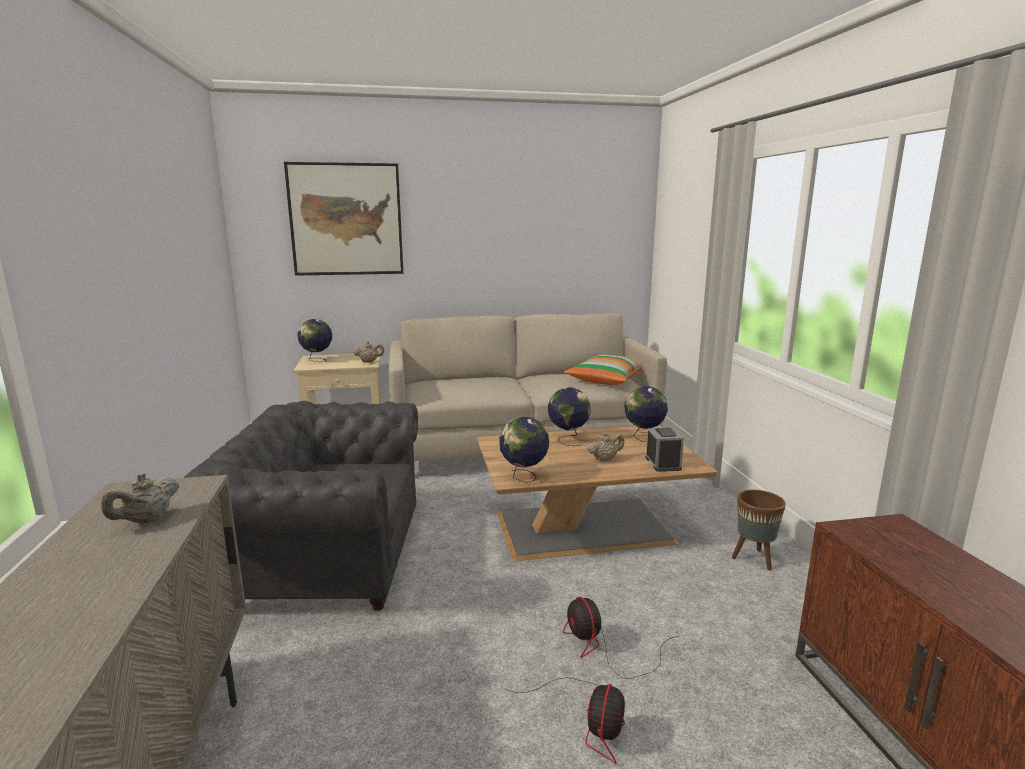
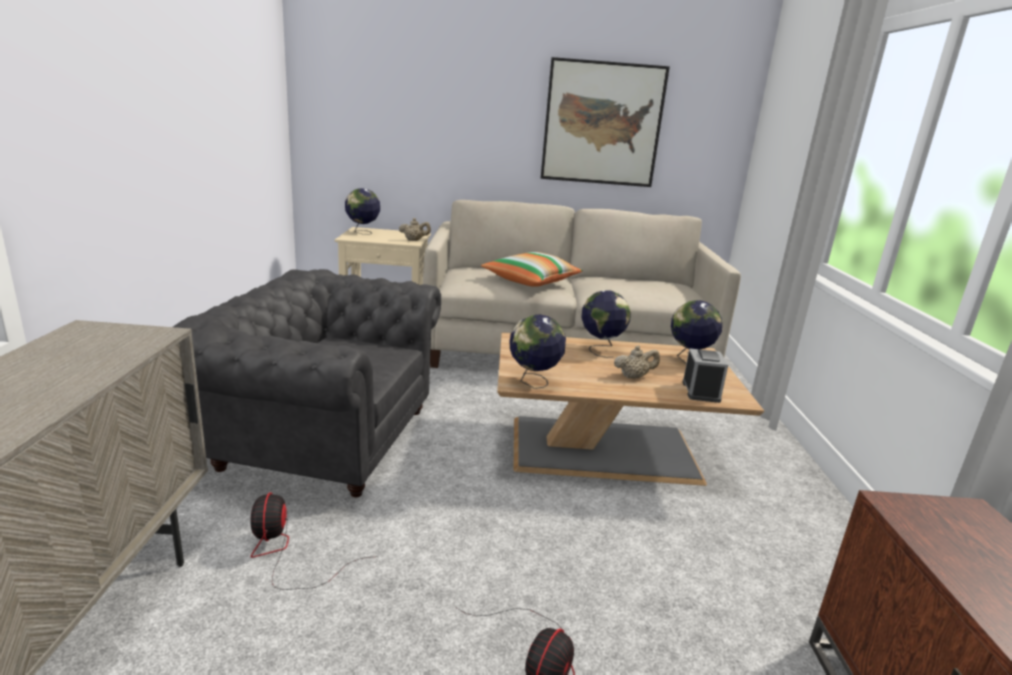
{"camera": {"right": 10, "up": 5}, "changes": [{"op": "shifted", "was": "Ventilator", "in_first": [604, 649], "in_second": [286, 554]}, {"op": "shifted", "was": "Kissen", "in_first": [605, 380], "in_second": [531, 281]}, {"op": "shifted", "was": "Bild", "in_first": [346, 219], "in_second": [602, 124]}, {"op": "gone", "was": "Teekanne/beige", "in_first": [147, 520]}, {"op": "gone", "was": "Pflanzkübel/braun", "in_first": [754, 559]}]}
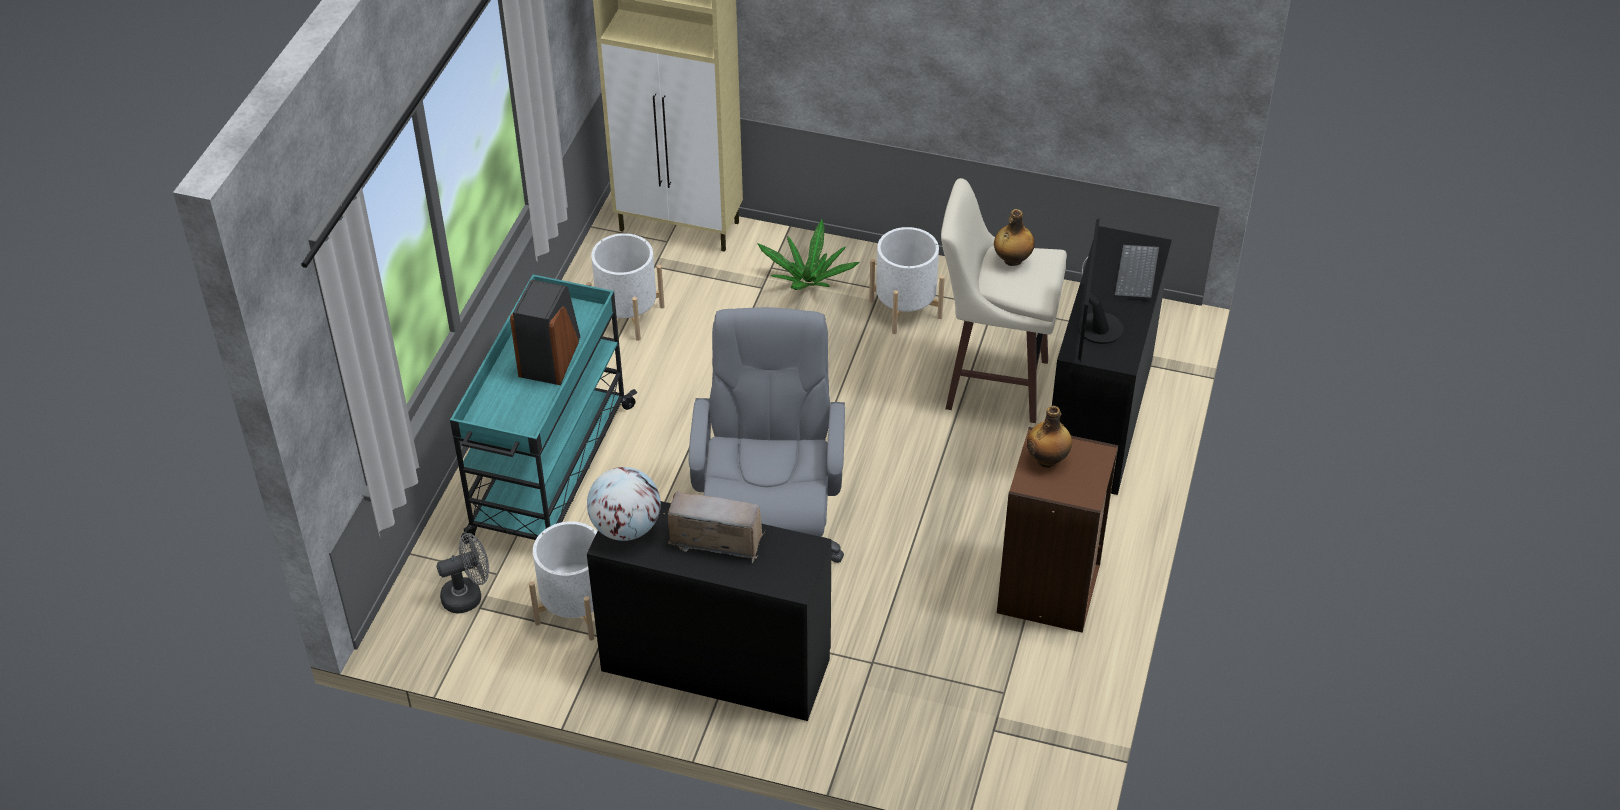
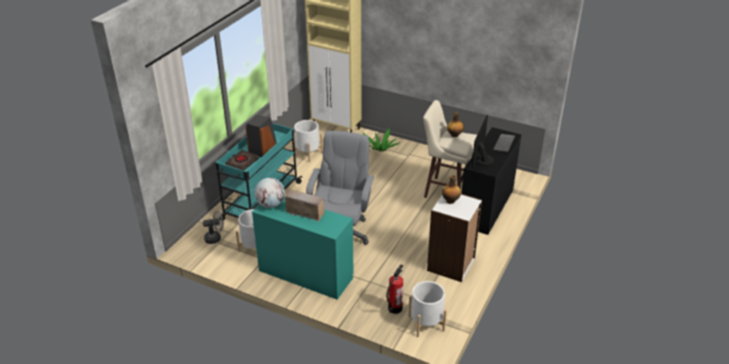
{"camera": {"right": 10, "up": -10}, "changes": [{"op": "new", "now": "Buch/schwarz", "in_second": [242, 162]}, {"op": "repainted", "was": "Schreibtisch/schwarz", "now": "Schreibtisch/türkis", "in_first": [715, 664], "in_second": [305, 274]}, {"op": "new", "now": "Feuerlöscher", "in_second": [395, 308]}, {"op": "shifted", "was": "Pflanzkübel/weiß", "in_first": [905, 309], "in_second": [426, 323]}, {"op": "repainted", "was": "Bücherregal/braun", "now": "Bücherregal/weiß", "in_first": [1050, 589], "in_second": [451, 265]}]}
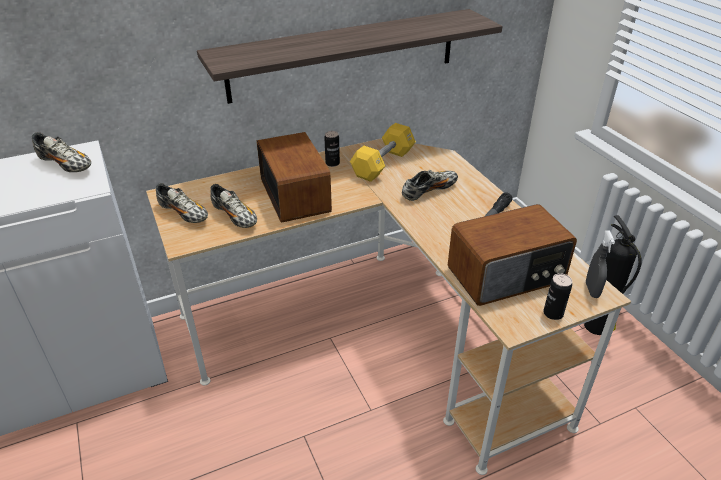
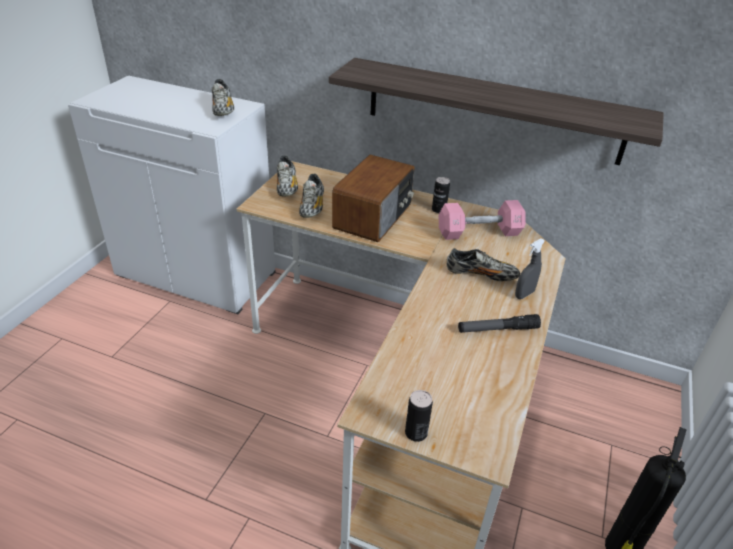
{"camera": {"right": 45, "up": 0}, "changes": [{"op": "repainted", "was": "Hantel/gelb", "now": "Hantel/rosa", "in_first": [383, 163], "in_second": [479, 232]}, {"op": "shifted", "was": "Sprühflasche/grau", "in_first": [592, 290], "in_second": [524, 294]}, {"op": "gone", "was": "Radio", "in_first": [507, 276]}]}
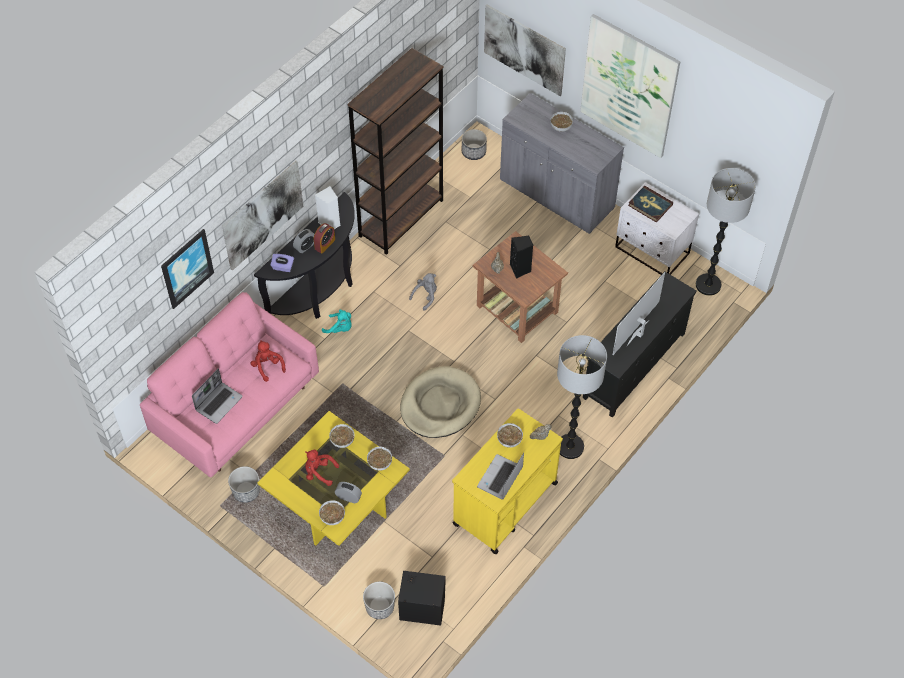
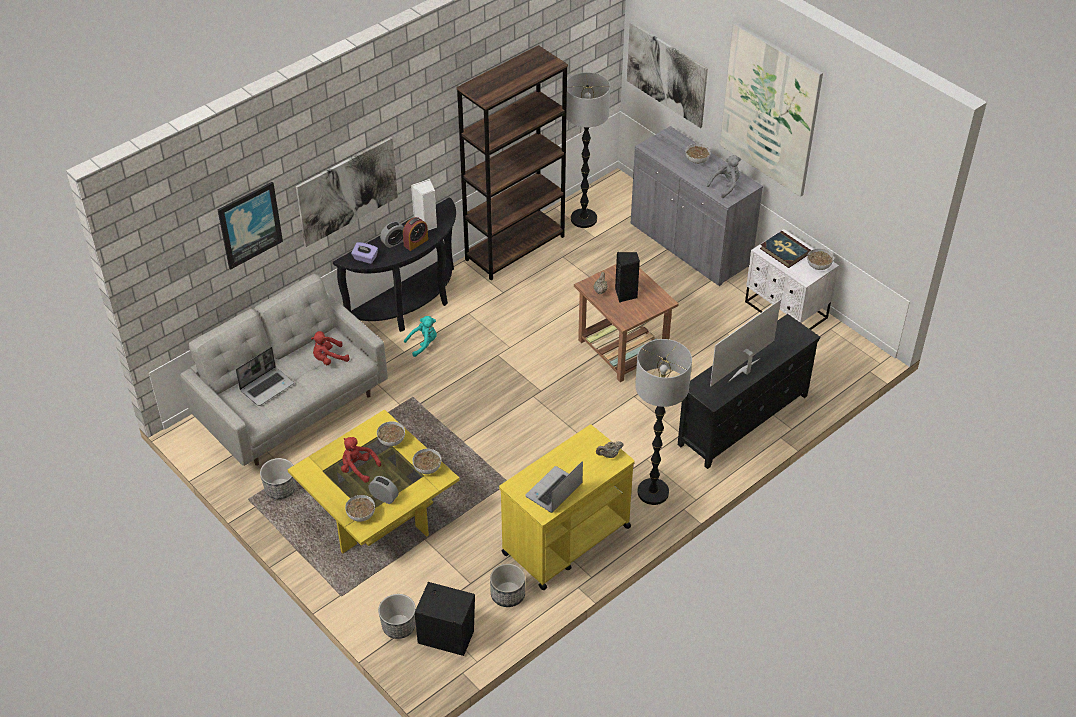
{"camera": {"right": 10, "up": -10}, "changes": [{"op": "repainted", "was": "Sofa/rosa", "now": "Sofa/grau", "in_first": [237, 408], "in_second": [292, 407]}, {"op": "rotated", "was": "Plüschtier/rot", "in_first": [267, 366], "in_second": [329, 359], "clockwise": -90}, {"op": "rotated", "was": "Plüschtier/türkis", "in_first": [340, 328], "in_second": [423, 344], "clockwise": -60}, {"op": "shifted", "was": "Pflanzkübel", "in_first": [474, 152], "in_second": [508, 594]}, {"op": "shifted", "was": "Stehlampe", "in_first": [708, 285], "in_second": [584, 219]}, {"op": "shifted", "was": "Plüschtier/grau", "in_first": [425, 296], "in_second": [725, 186]}, {"op": "shifted", "was": "Schüssel", "in_first": [509, 440], "in_second": [819, 265]}, {"op": "gone", "was": "Hundebett/beige", "in_first": [440, 404]}]}
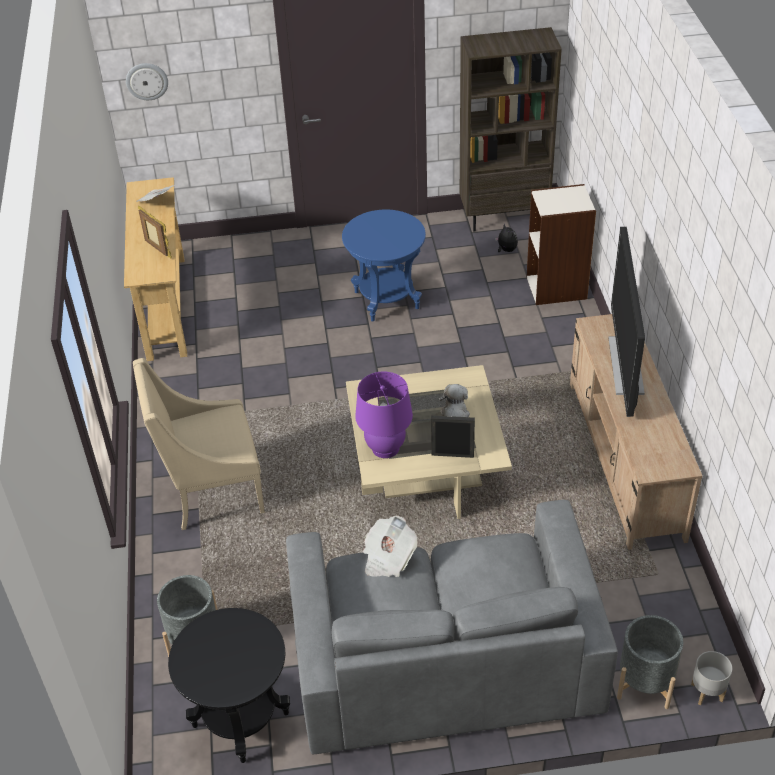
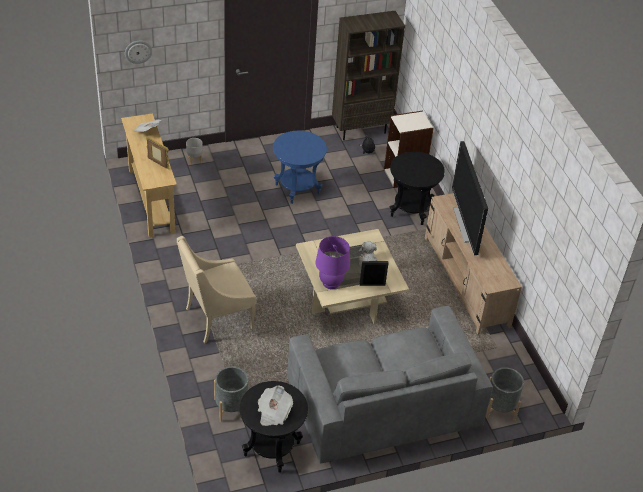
{"camera": {"right": -15, "up": 0}, "changes": [{"op": "shifted", "was": "Pflanzkübel/grau", "in_first": [707, 692], "in_second": [194, 160]}, {"op": "shifted", "was": "Zeitung", "in_first": [388, 558], "in_second": [273, 413]}, {"op": "new", "now": "Beistelltisch/schwarz", "in_second": [411, 210]}]}
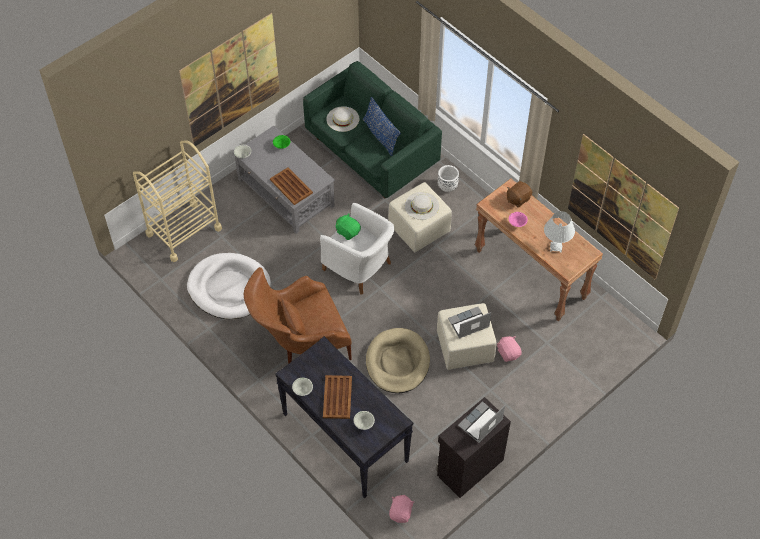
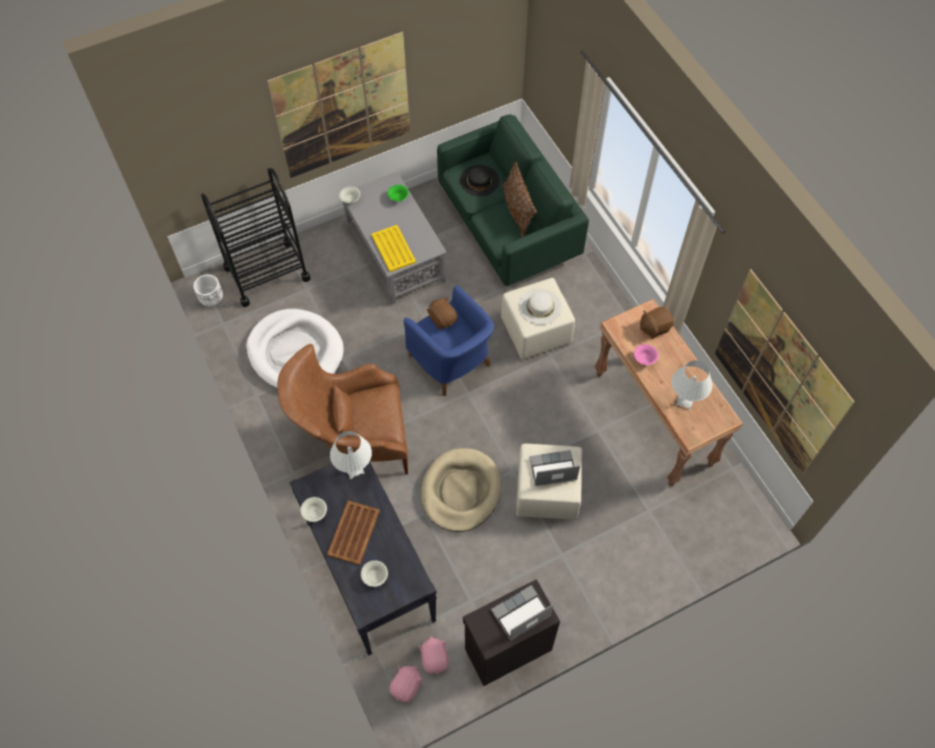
{"camera": {"right": 15, "up": 5}, "changes": [{"op": "shifted", "was": "Pflanzkübel/weiß", "in_first": [447, 186], "in_second": [212, 299]}, {"op": "repainted", "was": "Rollwagen/beige", "now": "Rollwagen/schwarz", "in_first": [184, 231], "in_second": [267, 273]}, {"op": "new", "now": "Tischlampe/weiß", "in_second": [354, 469]}, {"op": "repainted", "was": "Tablett/braun", "now": "Tablett/gelb", "in_first": [291, 186], "in_second": [393, 249]}, {"op": "repainted", "was": "Sessel/weiß", "now": "Sessel/blau", "in_first": [359, 268], "in_second": [451, 362]}, {"op": "shifted", "was": "Plüschtier/rosa", "in_first": [508, 353], "in_second": [435, 658]}, {"op": "repainted", "was": "Plüschtier/grün", "now": "Plüschtier/braun", "in_first": [348, 231], "in_second": [442, 319]}, {"op": "repainted", "was": "Hut/weiß", "now": "Hut/schwarz", "in_first": [342, 119], "in_second": [479, 180]}, {"op": "repainted", "was": "Kissen/blau", "now": "Kissen/braun", "in_first": [380, 136], "in_second": [517, 210]}]}
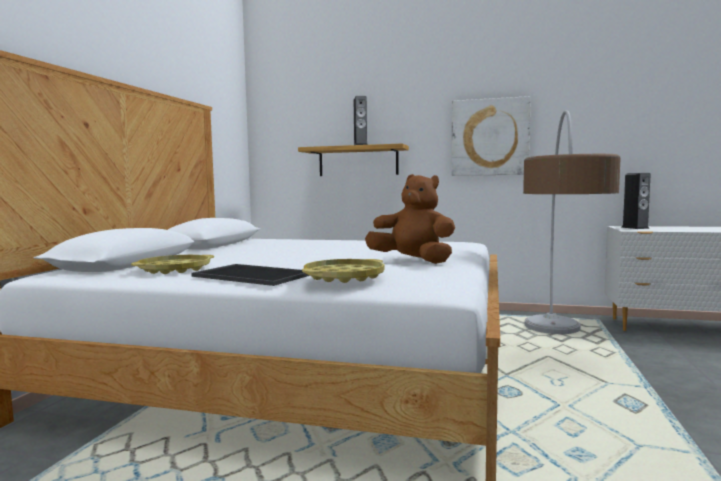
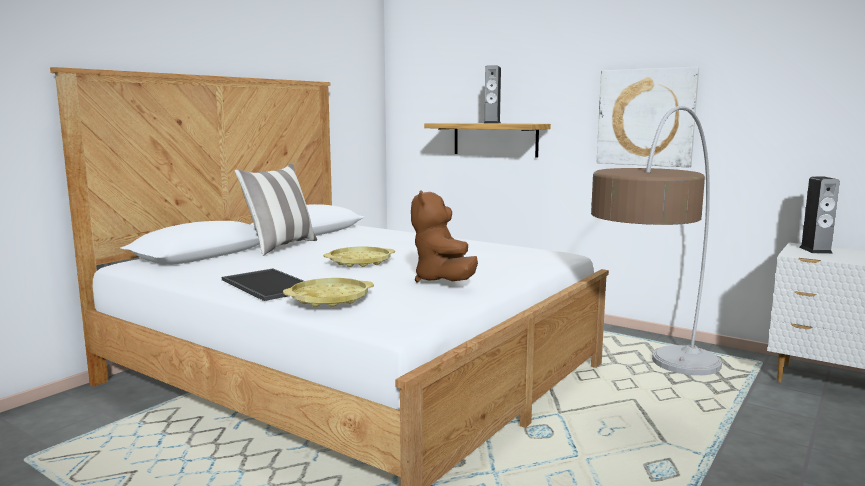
{"camera": {"right": 20, "up": 5}, "changes": [{"op": "new", "now": "Kissen", "in_second": [280, 247]}, {"op": "shifted", "was": "Tablett/gelb", "in_first": [175, 269], "in_second": [360, 262]}, {"op": "rotated", "was": "Plüschtier/braun", "in_first": [413, 261], "in_second": [443, 281], "clockwise": -150}]}
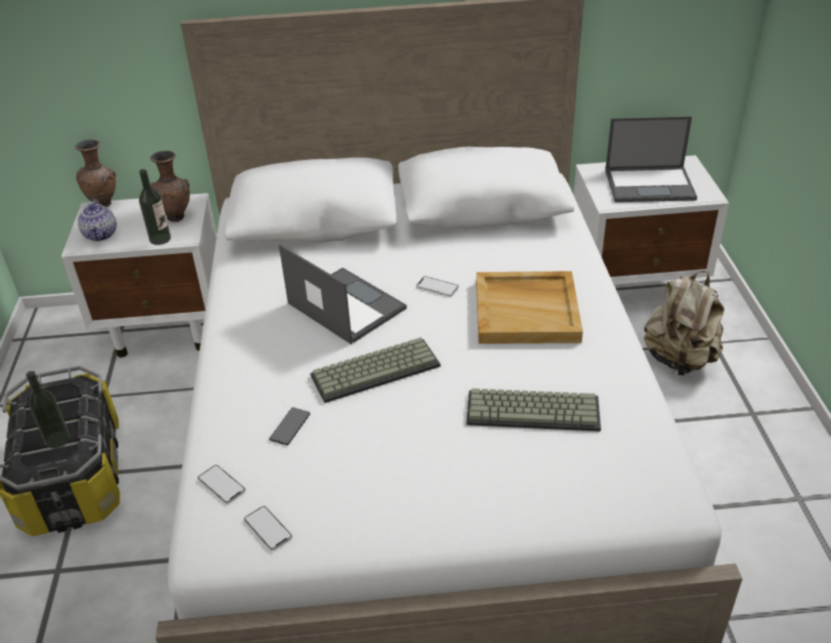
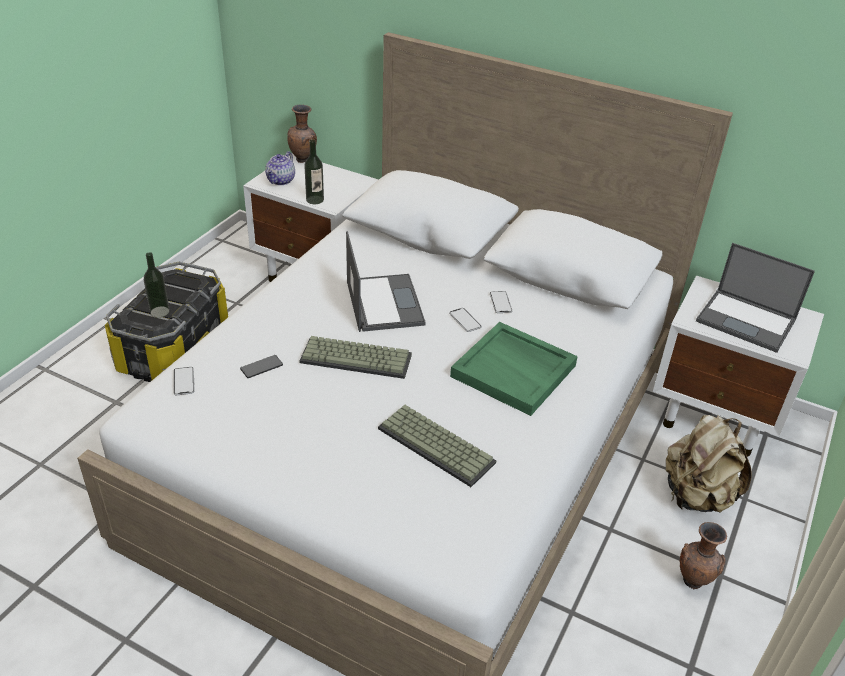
{"camera": {"right": 30, "up": 0}, "changes": [{"op": "repainted", "was": "Tablett/beige", "now": "Tablett/grün", "in_first": [527, 311], "in_second": [514, 371]}, {"op": "shifted", "was": "Handy", "in_first": [268, 528], "in_second": [500, 303]}, {"op": "shifted", "was": "Vase/braun", "in_first": [177, 217], "in_second": [693, 581]}]}
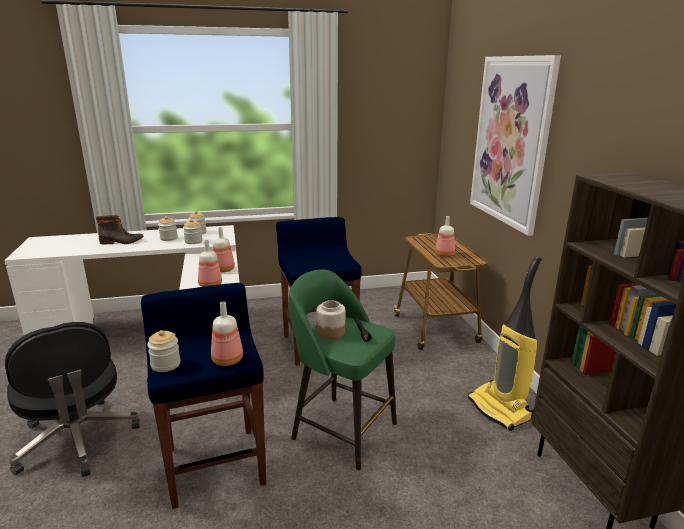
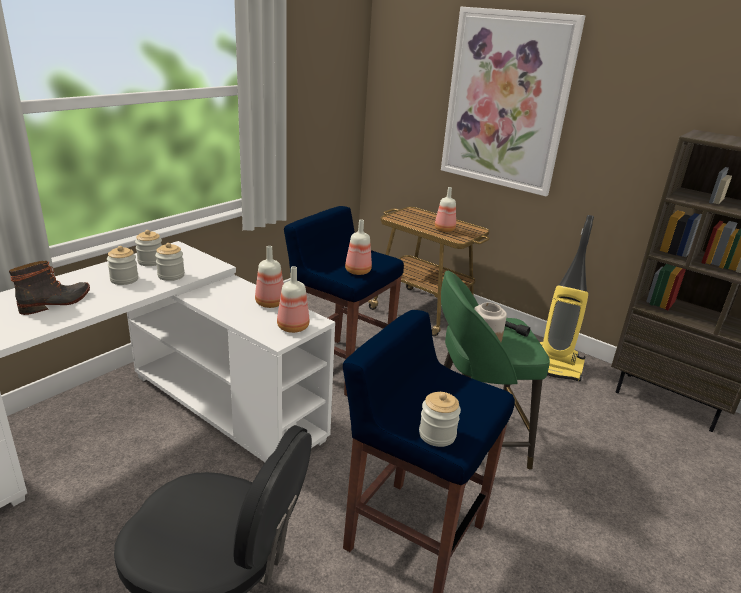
{"camera": {"right": -40, "up": 5}, "changes": [{"op": "shifted", "was": "Flasche", "in_first": [226, 360], "in_second": [357, 271]}]}
